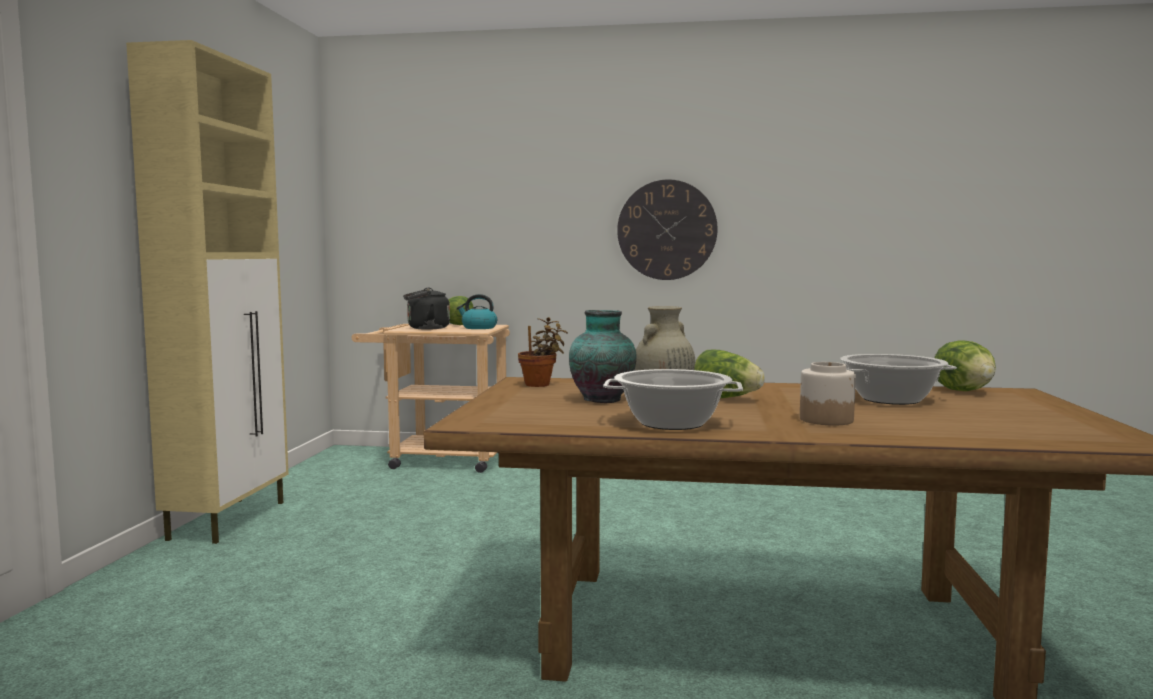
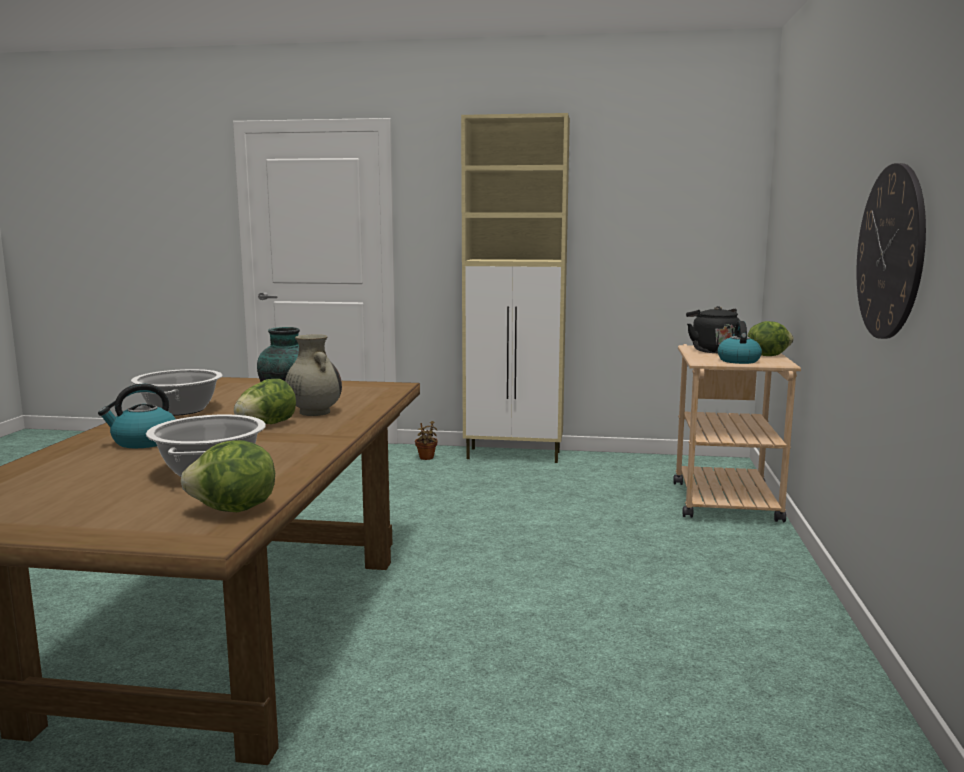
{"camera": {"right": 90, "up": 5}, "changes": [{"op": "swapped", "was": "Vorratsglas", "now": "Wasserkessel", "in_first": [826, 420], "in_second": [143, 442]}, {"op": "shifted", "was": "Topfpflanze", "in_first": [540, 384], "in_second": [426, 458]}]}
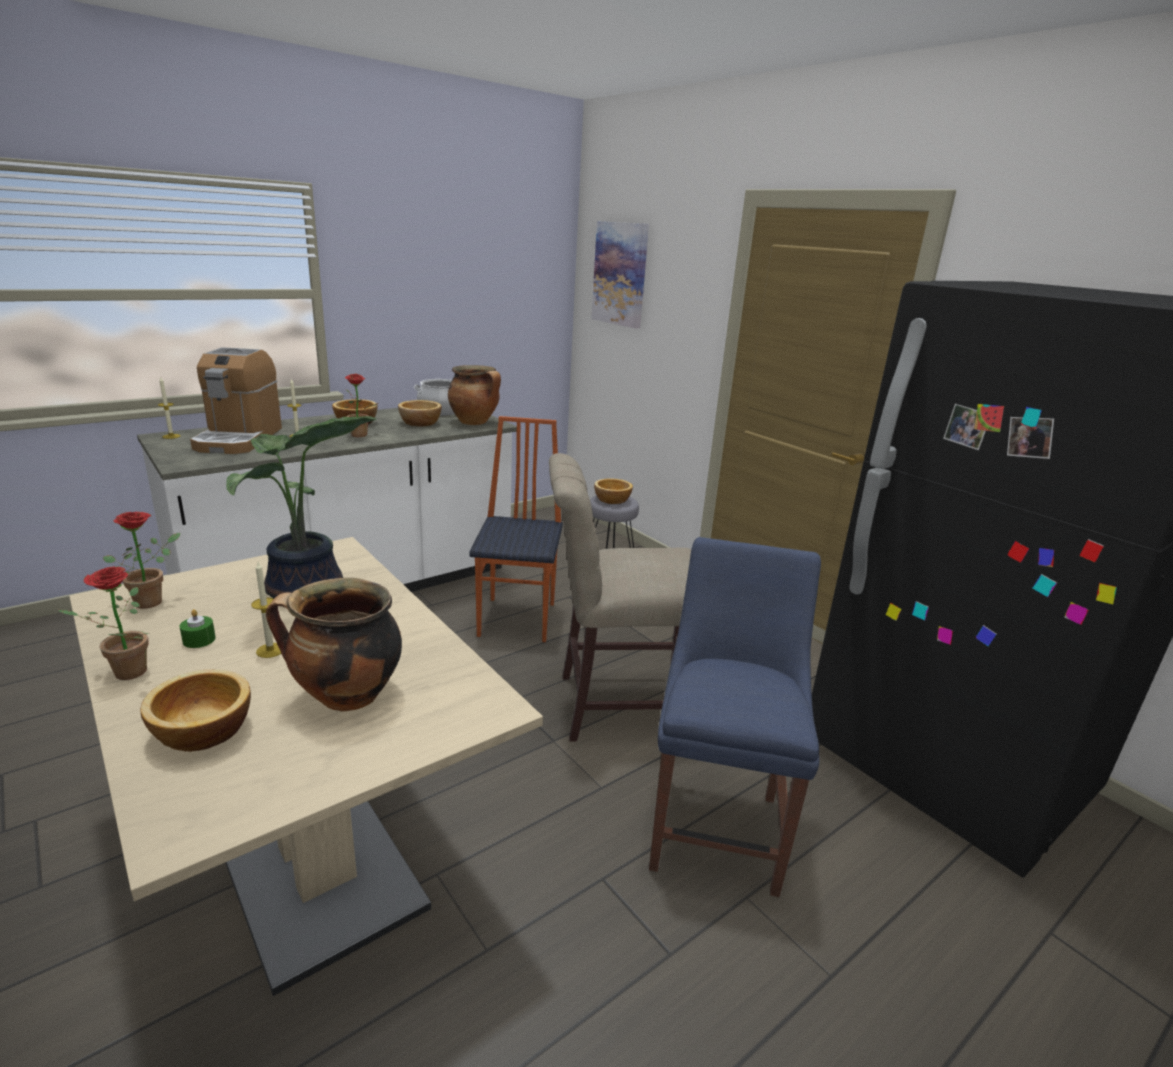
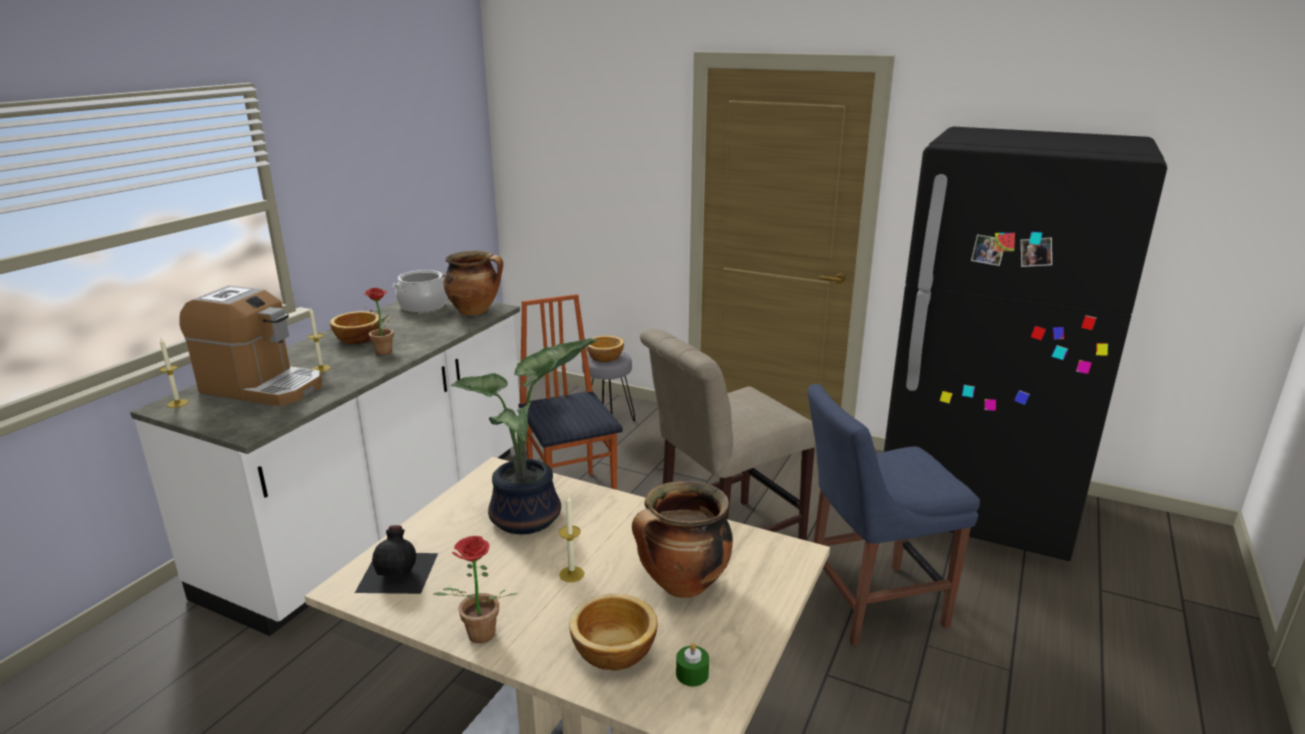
{"camera": {"right": -25, "up": 0}, "changes": [{"op": "rotated", "was": "Kaffeemaschine", "in_first": [239, 438], "in_second": [262, 387], "clockwise": -45}, {"op": "swapped", "was": "Topfpflanze", "now": "Flasche/schwarz", "in_first": [153, 600], "in_second": [399, 571]}, {"op": "shifted", "was": "Kerze/grün", "in_first": [199, 640], "in_second": [692, 674]}, {"op": "rotated", "was": "Stuhl/blau", "in_first": [717, 825], "in_second": [869, 604], "clockwise": -90}, {"op": "gone", "was": "Schüssel", "in_first": [421, 423]}, {"op": "gone", "was": "Bild", "in_first": [620, 274]}]}
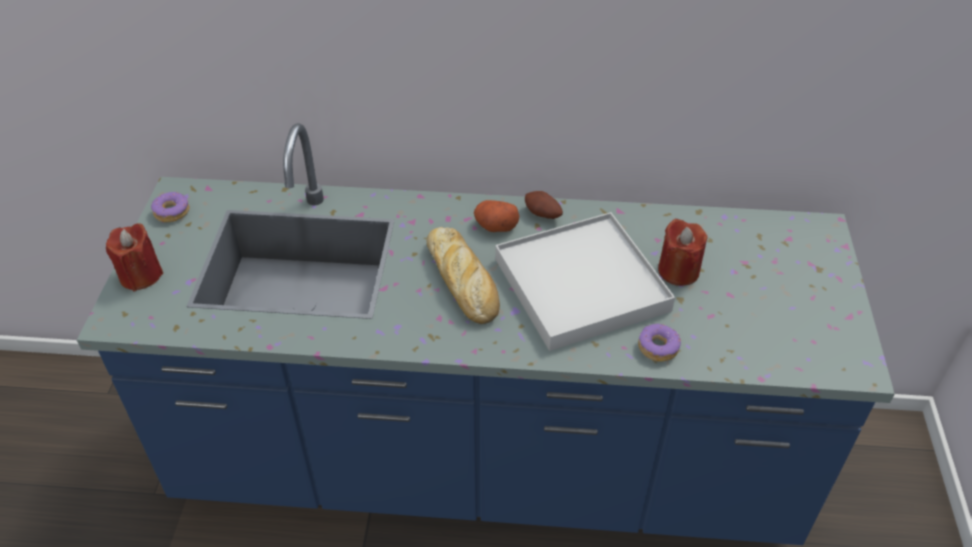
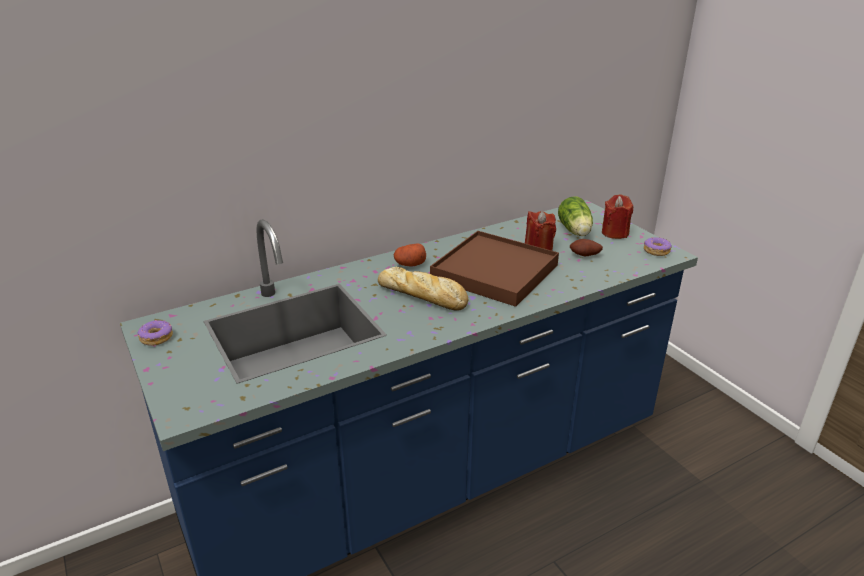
{"camera": {"right": -35, "up": -15}, "changes": [{"op": "repainted", "was": "Tablett/weiß", "now": "Tablett/braun", "in_first": [580, 284], "in_second": [494, 272]}, {"op": "new", "now": "Salatkopf", "in_second": [575, 231]}, {"op": "shifted", "was": "Kartoffel", "in_first": [542, 215], "in_second": [585, 256]}, {"op": "shifted", "was": "Kerze/rot", "in_first": [141, 275], "in_second": [615, 233]}, {"op": "shifted", "was": "Donut", "in_first": [657, 347], "in_second": [656, 251]}]}
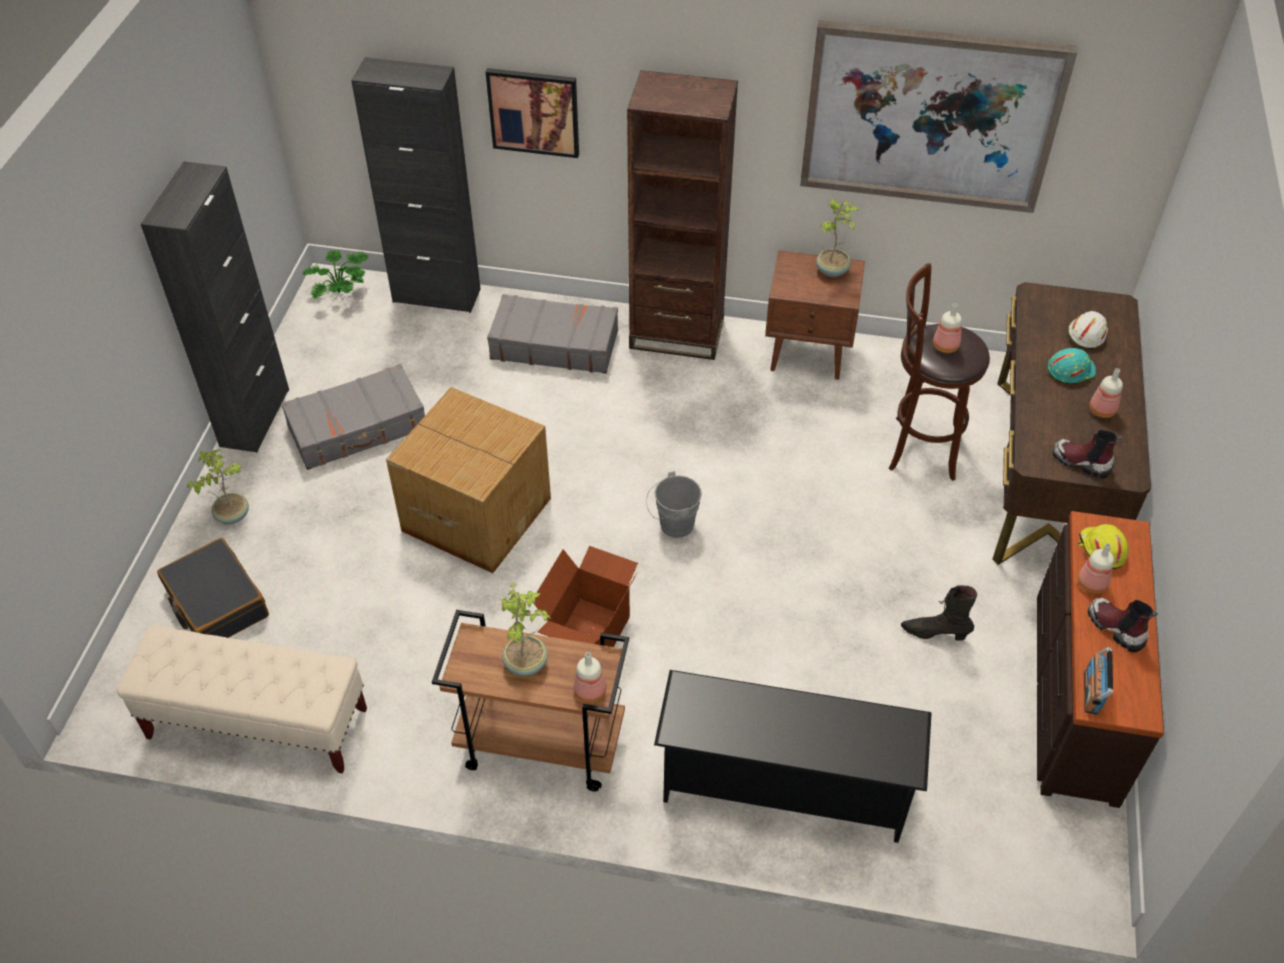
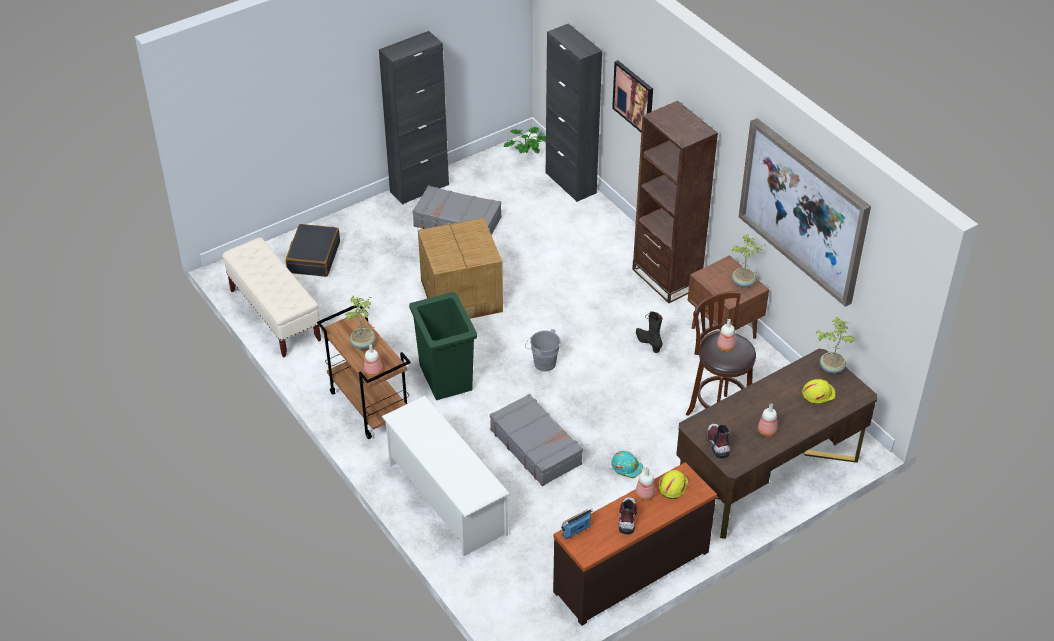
{"camera": {"right": 45, "up": -5}, "changes": [{"op": "repainted", "was": "Schuhregal/schwarz", "now": "Schuhregal/weiß", "in_first": [783, 785], "in_second": [446, 498]}, {"op": "swapped", "was": "Karton", "now": "Mülleimer/grün", "in_first": [588, 633], "in_second": [445, 378]}, {"op": "shifted", "was": "Koffer/grau", "in_first": [554, 344], "in_second": [536, 446]}, {"op": "shifted", "was": "Schutzhelm/türkis", "in_first": [1070, 370], "in_second": [627, 467]}, {"op": "shifted", "was": "Stiefel/schwarz", "in_first": [935, 633], "in_second": [648, 343]}, {"op": "repainted", "was": "Schutzhelm/weiß", "now": "Schutzhelm/gelb", "in_first": [1086, 334], "in_second": [818, 394]}, {"op": "shifted", "was": "Topfpflanze", "in_first": [232, 515], "in_second": [831, 368]}]}
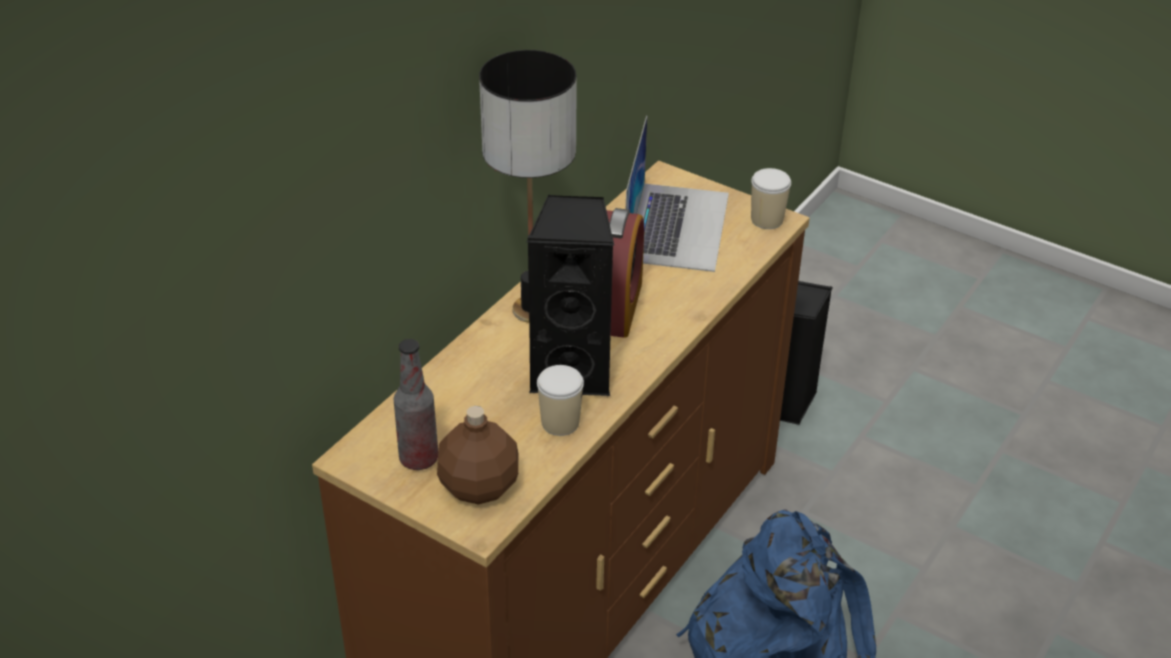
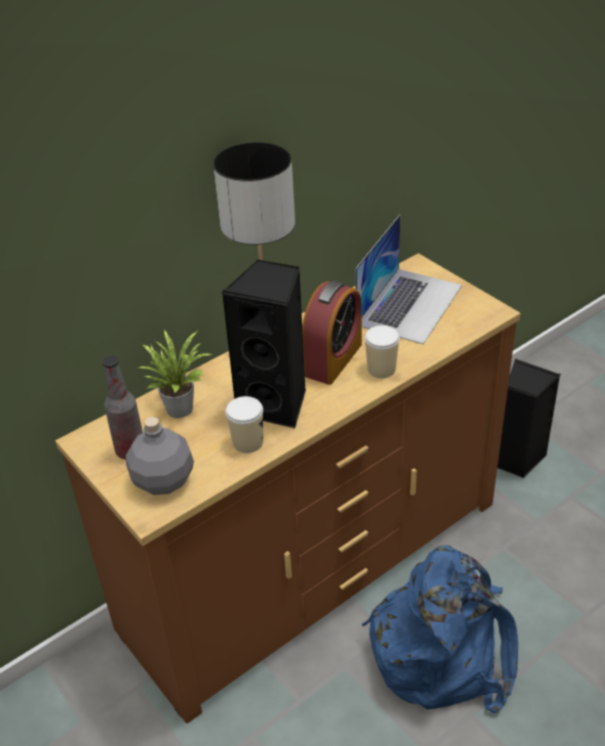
{"camera": {"right": 20, "up": 0}, "changes": [{"op": "repainted", "was": "Flasche/braun", "now": "Flasche/grau", "in_first": [477, 486], "in_second": [162, 480]}, {"op": "new", "now": "Topfpflanze", "in_second": [180, 406]}, {"op": "shifted", "was": "Tasse", "in_first": [767, 219], "in_second": [381, 369]}]}
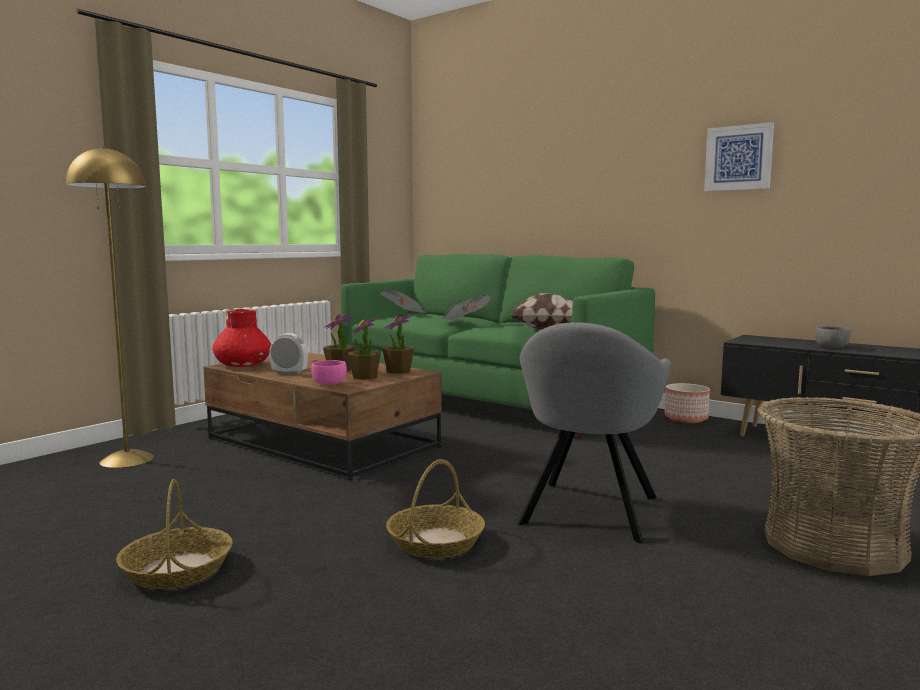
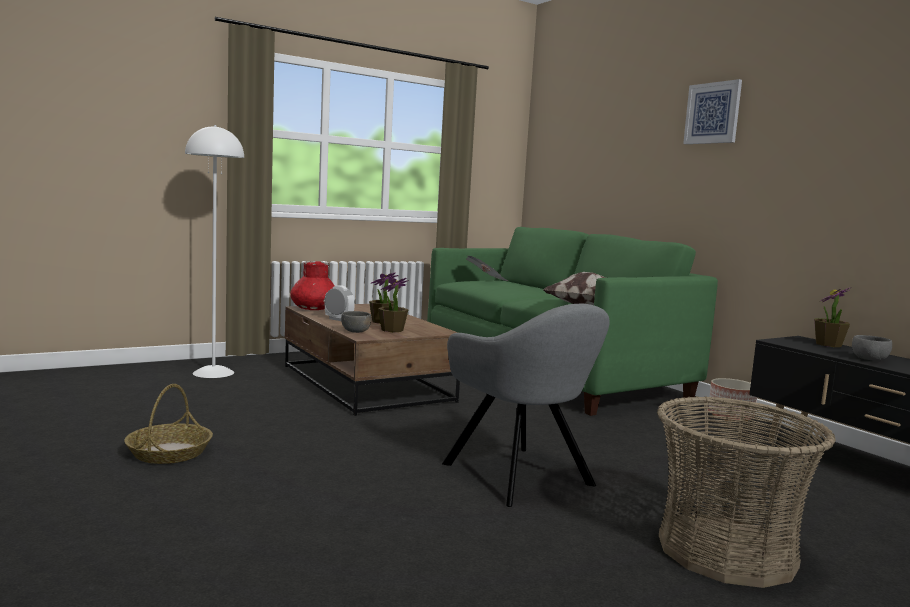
{"camera": {"right": 20, "up": 0}, "changes": [{"op": "repainted", "was": "Stehlampe/gelb", "now": "Stehlampe/weiß", "in_first": [127, 459], "in_second": [213, 373]}, {"op": "repainted", "was": "Schüssel/rosa", "now": "Schüssel/grau", "in_first": [329, 383], "in_second": [356, 331]}, {"op": "rotated", "was": "Sessel/grau", "in_first": [588, 512], "in_second": [521, 476], "clockwise": -75}, {"op": "shifted", "was": "Bild", "in_first": [738, 158], "in_second": [713, 113]}, {"op": "shifted", "was": "Topfpflanze", "in_first": [398, 371], "in_second": [828, 344]}, {"op": "gone", "was": "Korb", "in_first": [435, 543]}, {"op": "gone", "was": "Zeitung", "in_first": [466, 321]}]}
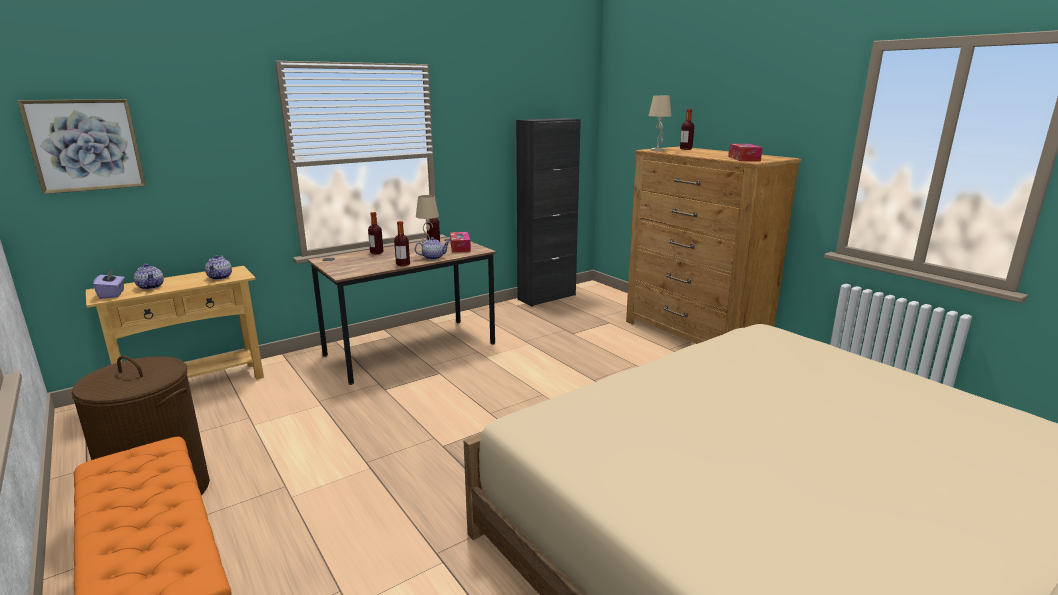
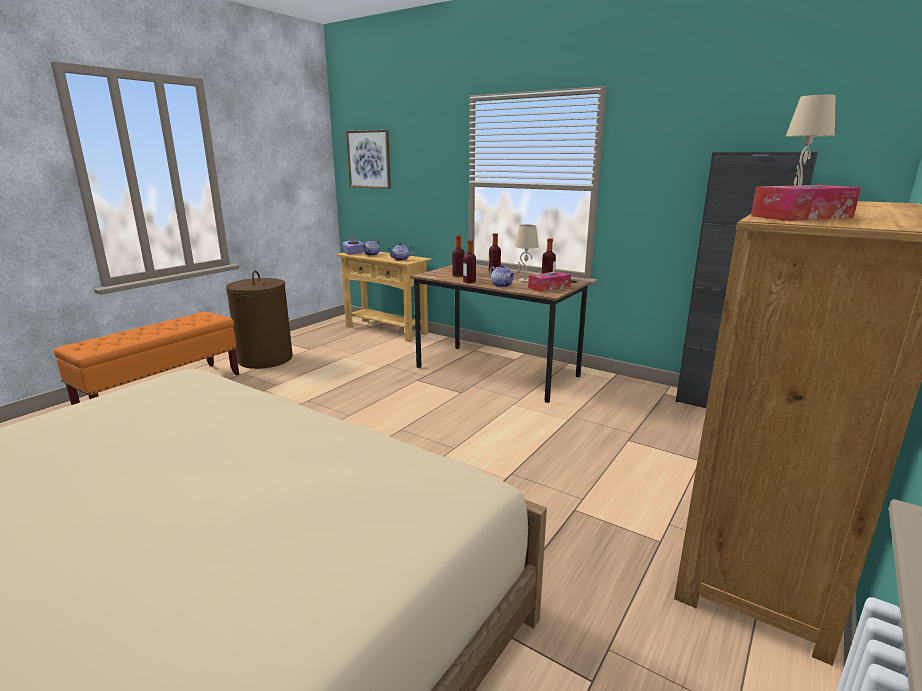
{"camera": {"right": 70, "up": 0}, "changes": [{"op": "shifted", "was": "Flasche", "in_first": [686, 149], "in_second": [458, 275]}]}
